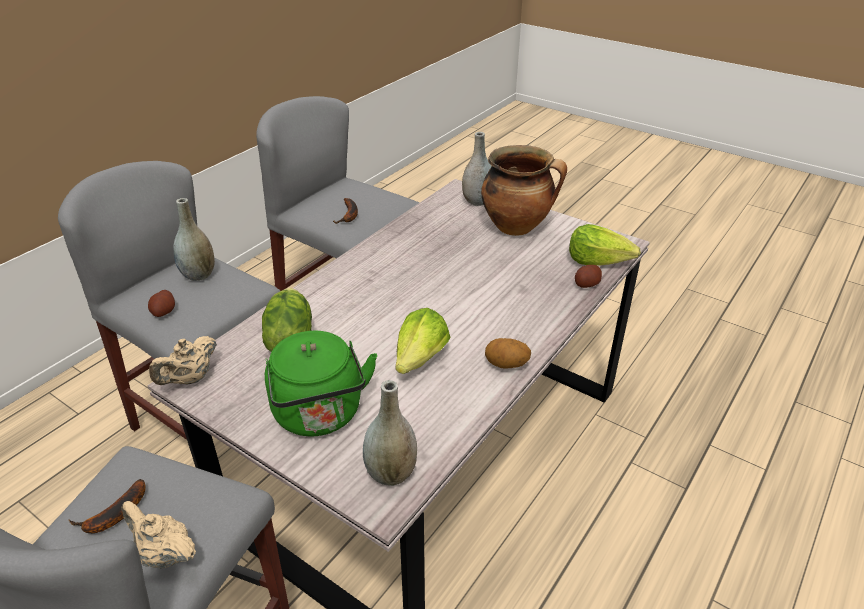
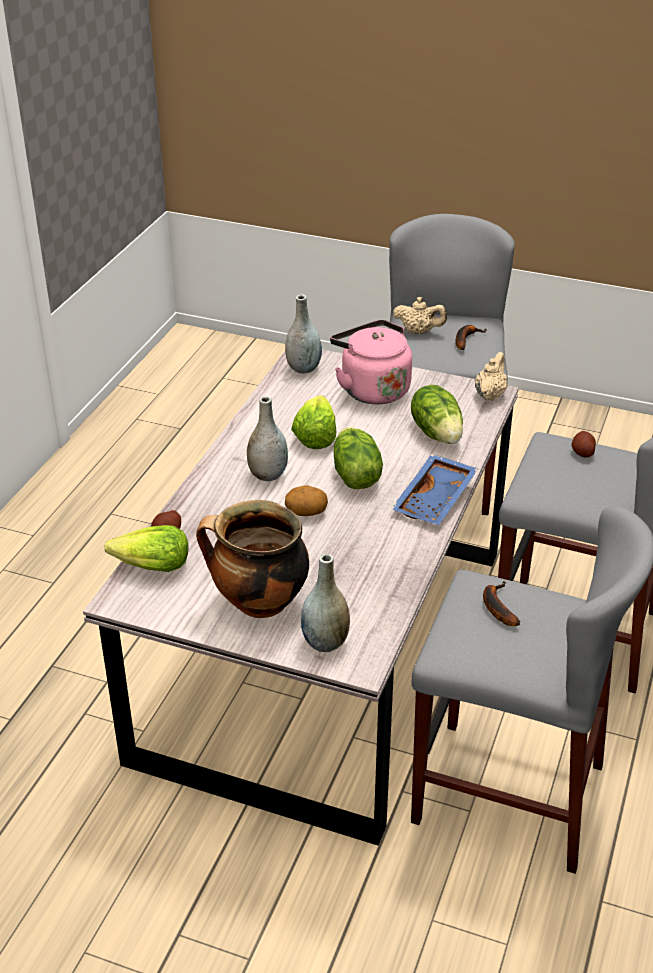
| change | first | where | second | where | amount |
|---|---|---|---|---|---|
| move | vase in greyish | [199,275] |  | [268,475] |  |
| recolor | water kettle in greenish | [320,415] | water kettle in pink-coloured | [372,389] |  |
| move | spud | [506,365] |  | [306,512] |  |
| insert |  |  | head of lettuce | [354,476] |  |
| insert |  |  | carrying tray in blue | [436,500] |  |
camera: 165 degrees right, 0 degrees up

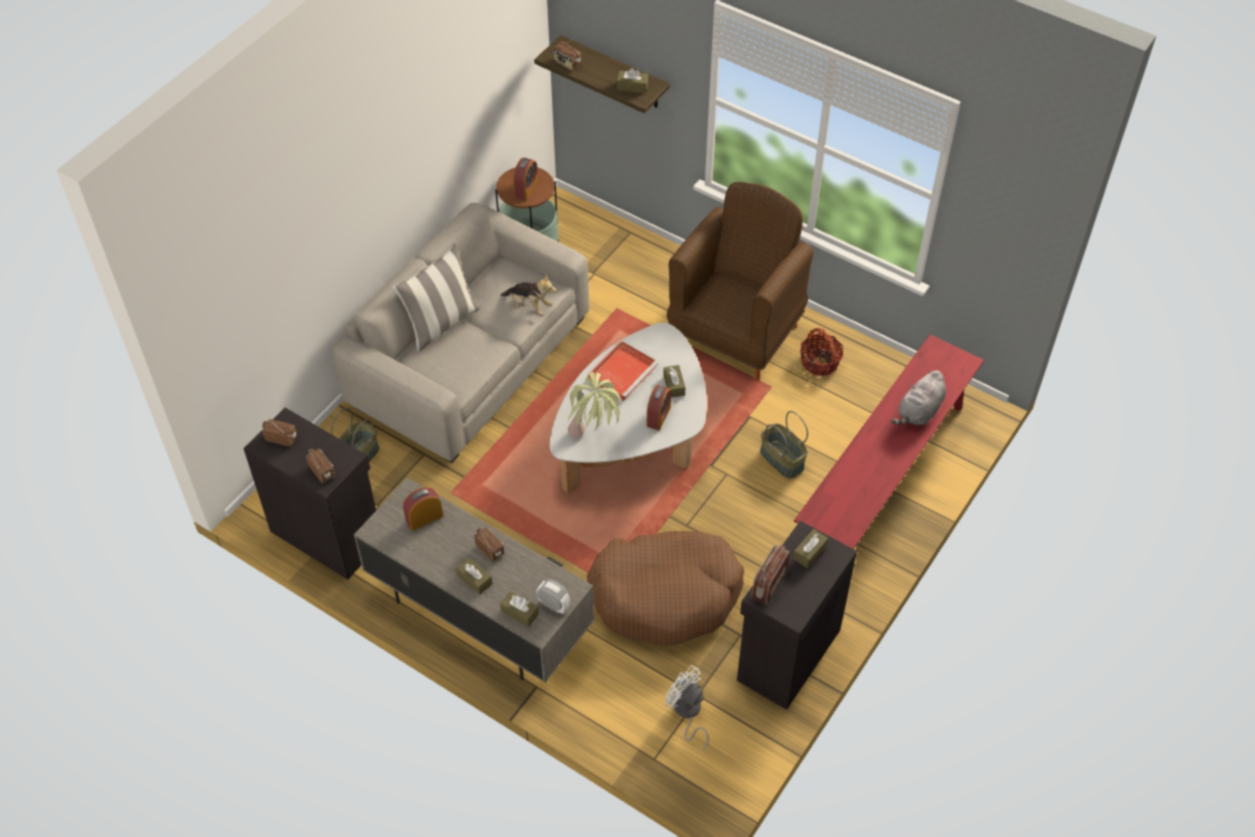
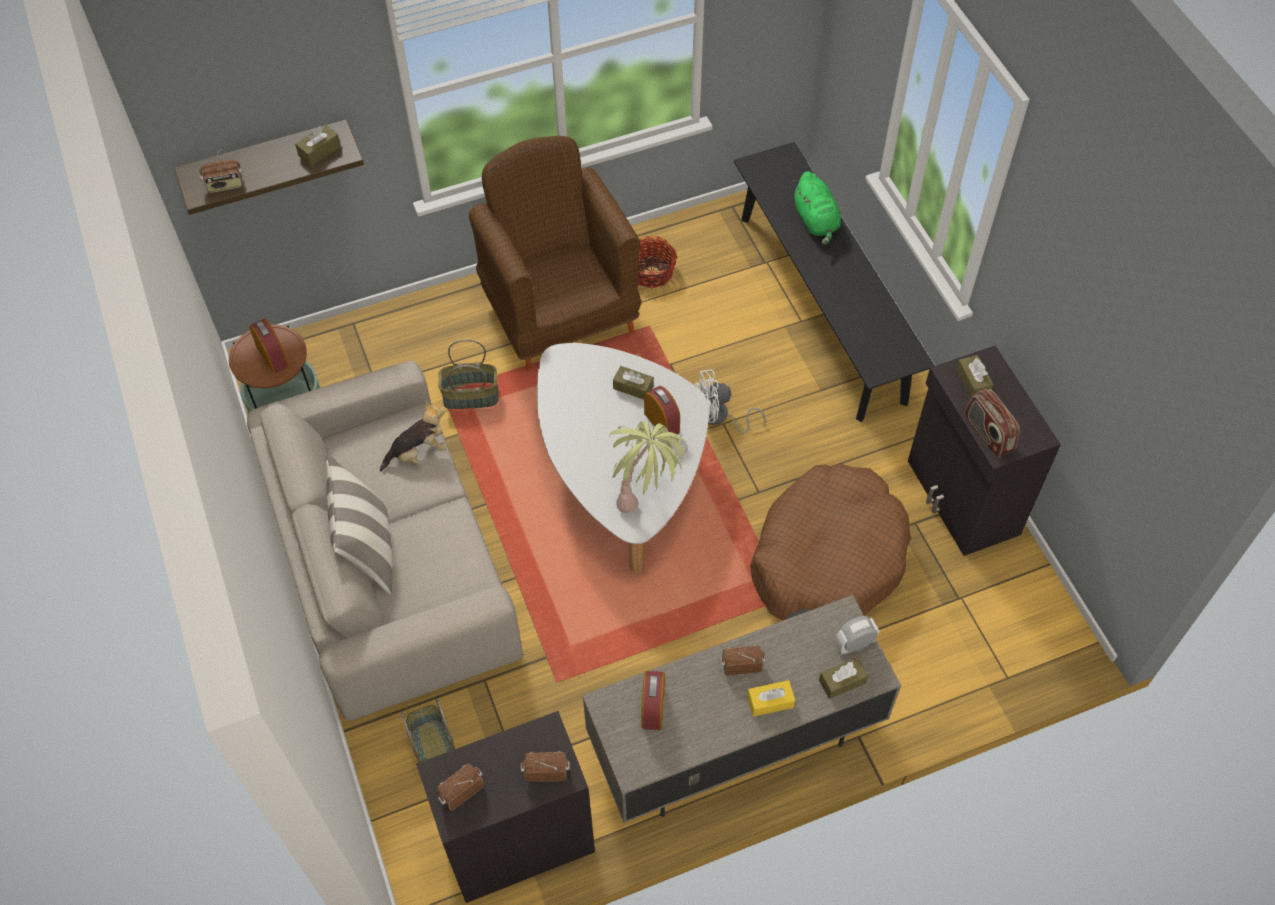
| change | first | where | second | where | amount |
|---|---|---|---|---|---|
| recolor | indoor bench in red | [883,478] | indoor bench in blackish | [821,307] |  |
| delete | carrying tray in red | [622,371] |  |  |  |
| recolor | soft toy in greyish | [919,412] | soft toy in greenish | [816,221] |  |
| move | household basket | [781,459] |  | [470,397] |  |
| recolor | box of tissues in brown-coloured | [474,579] | box of tissues in yellowish | [770,702] |  |
| move | electric fan in white | [687,713] |  | [719,417] |  |
camera: 55 degrees left, 5 degrees up

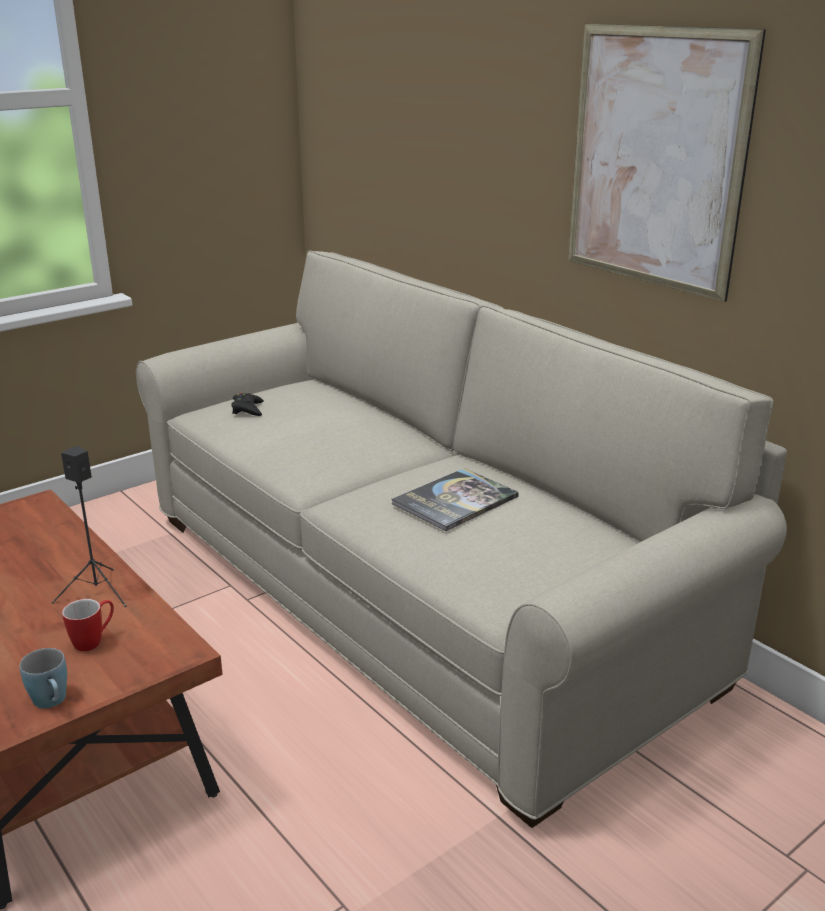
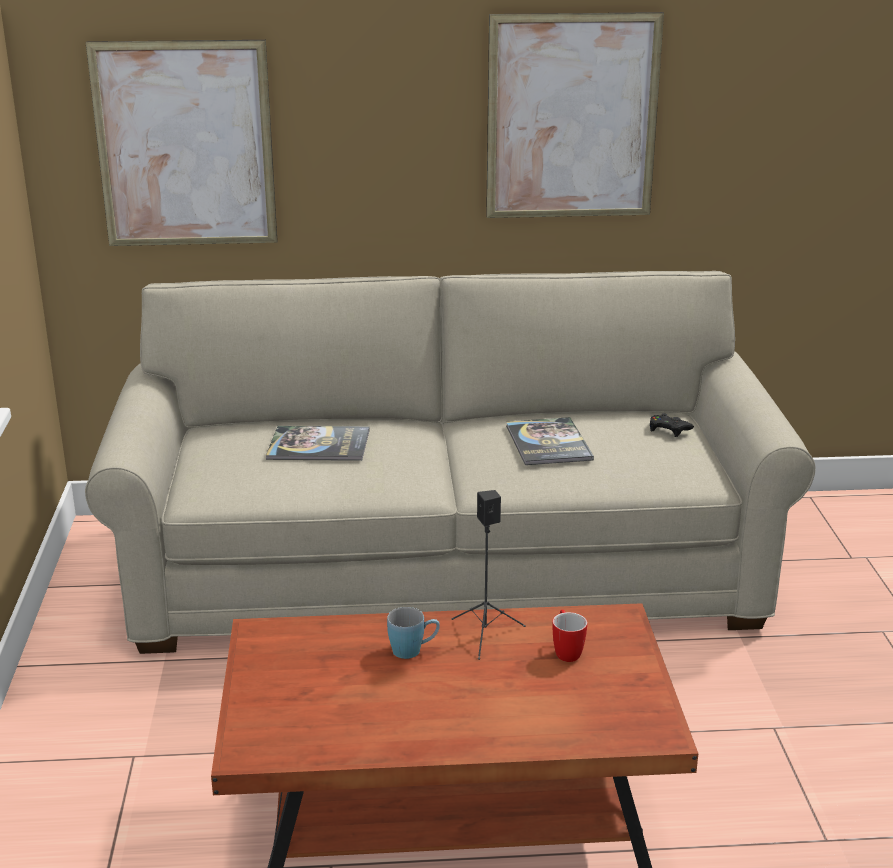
| change | first | where | second | where | amount |
|---|---|---|---|---|---|
| move | game controller in blackish | [247,409] |  | [668,429] |  |
| move | mug in blue | [52,702] |  | [413,650] |  |
| insert |  |  | wall art | [185,145] |  |
| insert |  |  | volume | [319,445] |  |
camera: 55 degrees left, 0 degrees up

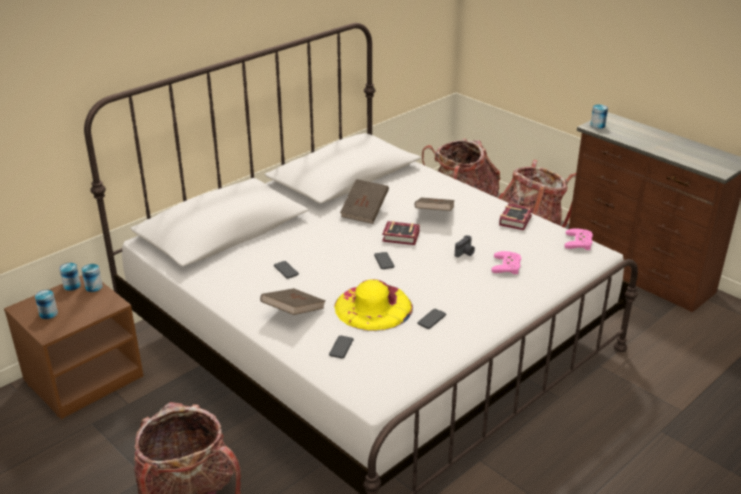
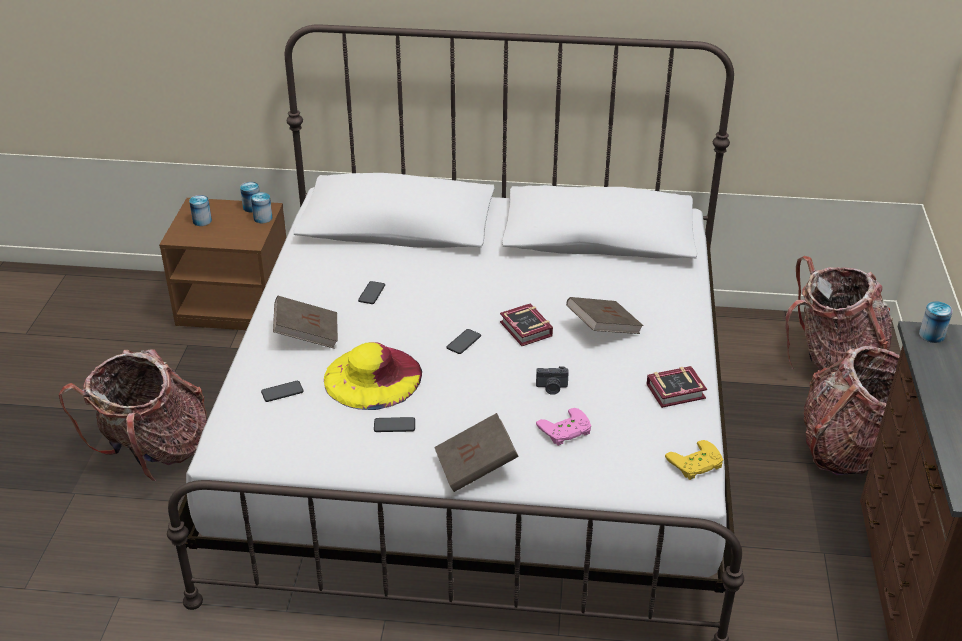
| change | first | where | second | where | amount |
|---|---|---|---|---|---|
| move | volume in brown-coloured | [364,212] |  | [476,467] |  |
| recolor | game controller in pink-coloured | [580,242] | game controller in yellowish | [696,465] |  |
camera: 50 degrees right, 5 degrees up

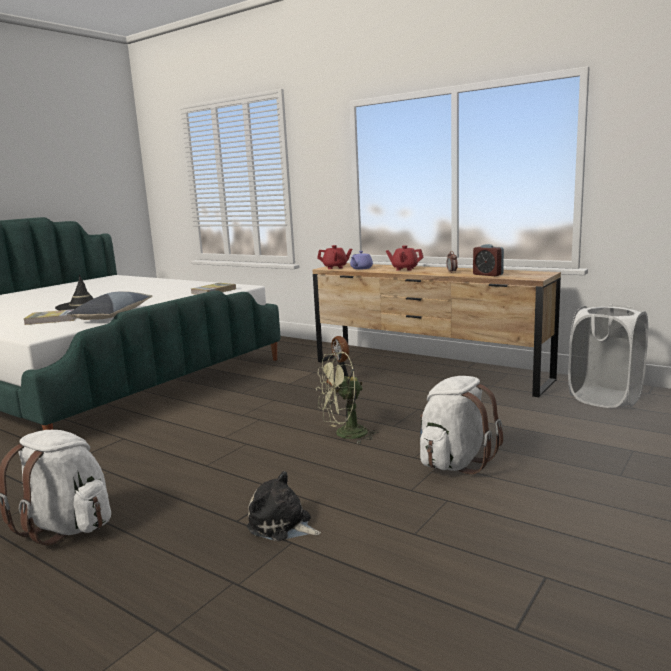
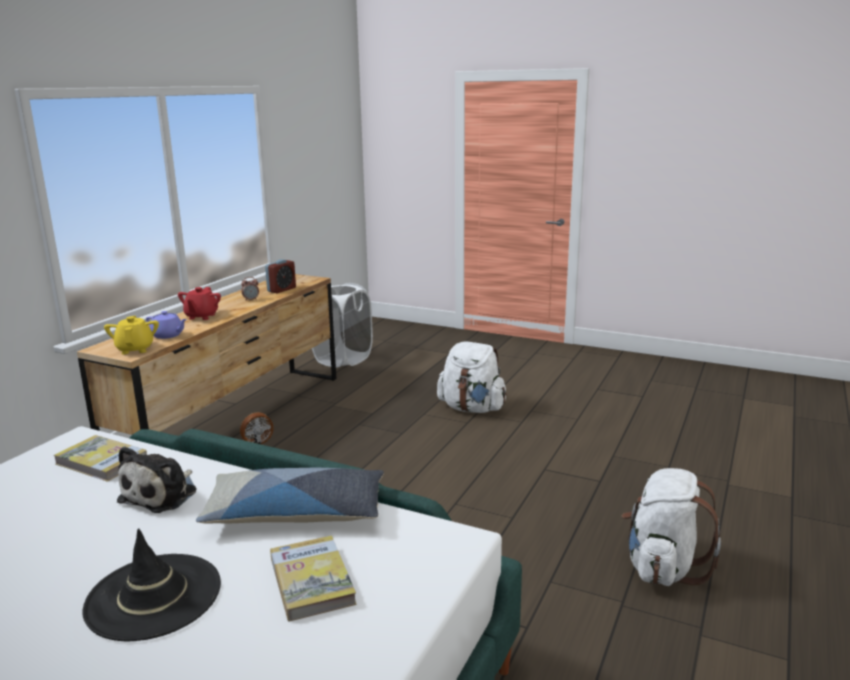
| change | first | where | second | where | amount |
|---|---|---|---|---|---|
| recolor | tea pot in red | [335,267] | tea pot in yellowish | [135,349] |  |
| delete | electric fan in greenish | [345,435] |  |  |  |
| move | soft toy | [282,525] |  | [162,494] |  |
camera: 100 degrees left, 5 degrees up

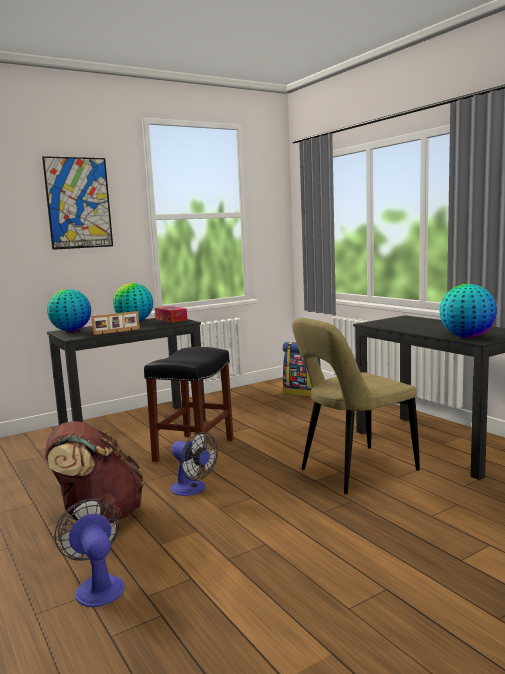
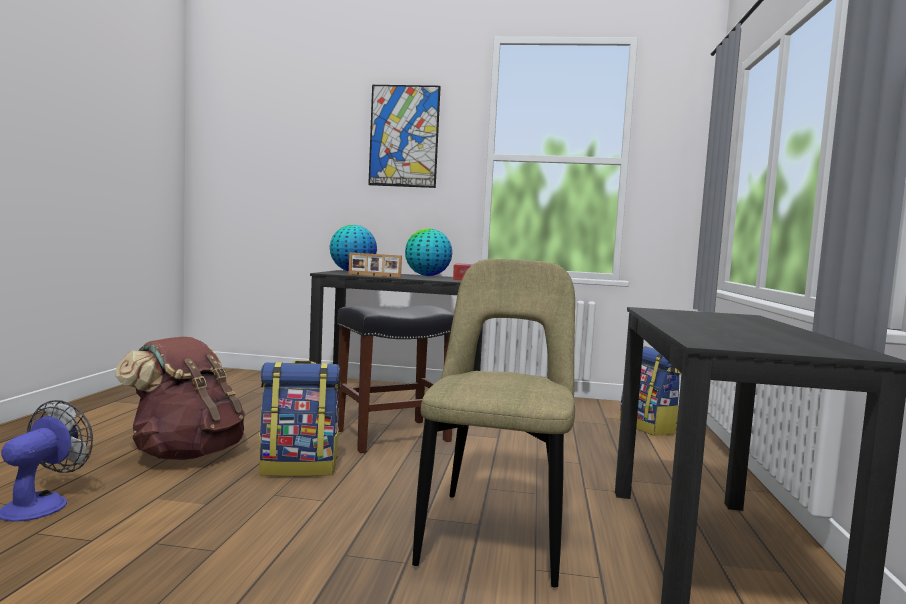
| change | first | where | second | where | amount |
|---|---|---|---|---|---|
| delete | desk globe | [466,337] |  |  |  |
| rotate | chair in beige | [354,471] |  | [496,532] | 90 degrees clockwise |
| replace | electric fan | [193,489] | knapsack | [299,467] |  |
camera: 40 degrees right, 5 degrees down

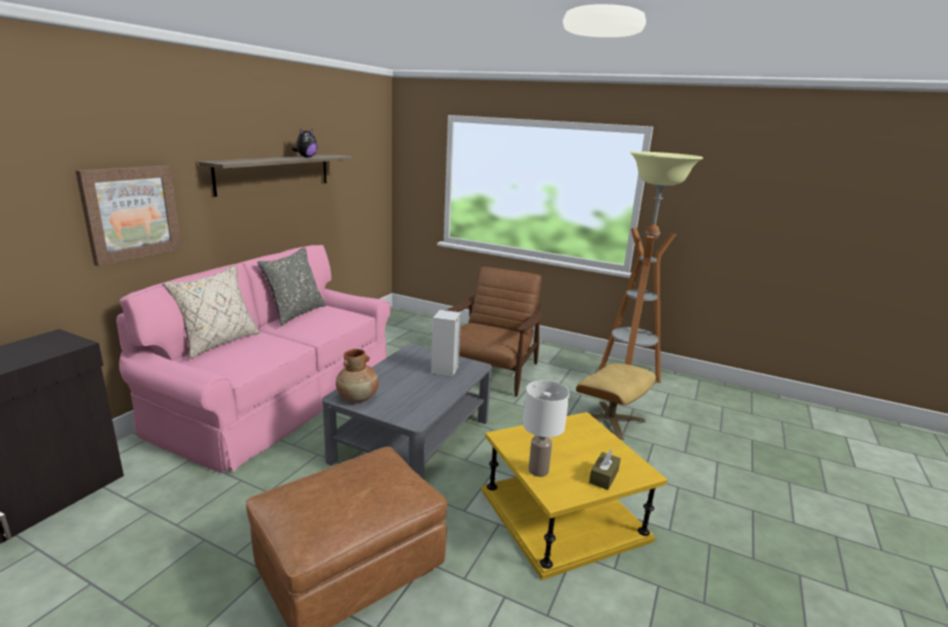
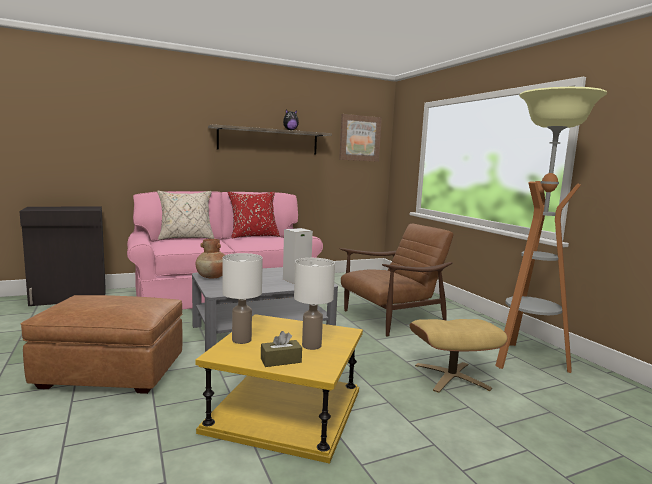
| change | first | where | second | where | amount |
|---|---|---|---|---|---|
| move | wall art | [131,213] |  | [359,138] |  |
| recolor | cushion in greyish | [295,313] | cushion in red | [253,236] |  |
| insert |  |  | lamp for a table in white | [312,346] |  |
camera: 40 degrees right, 10 degrees down

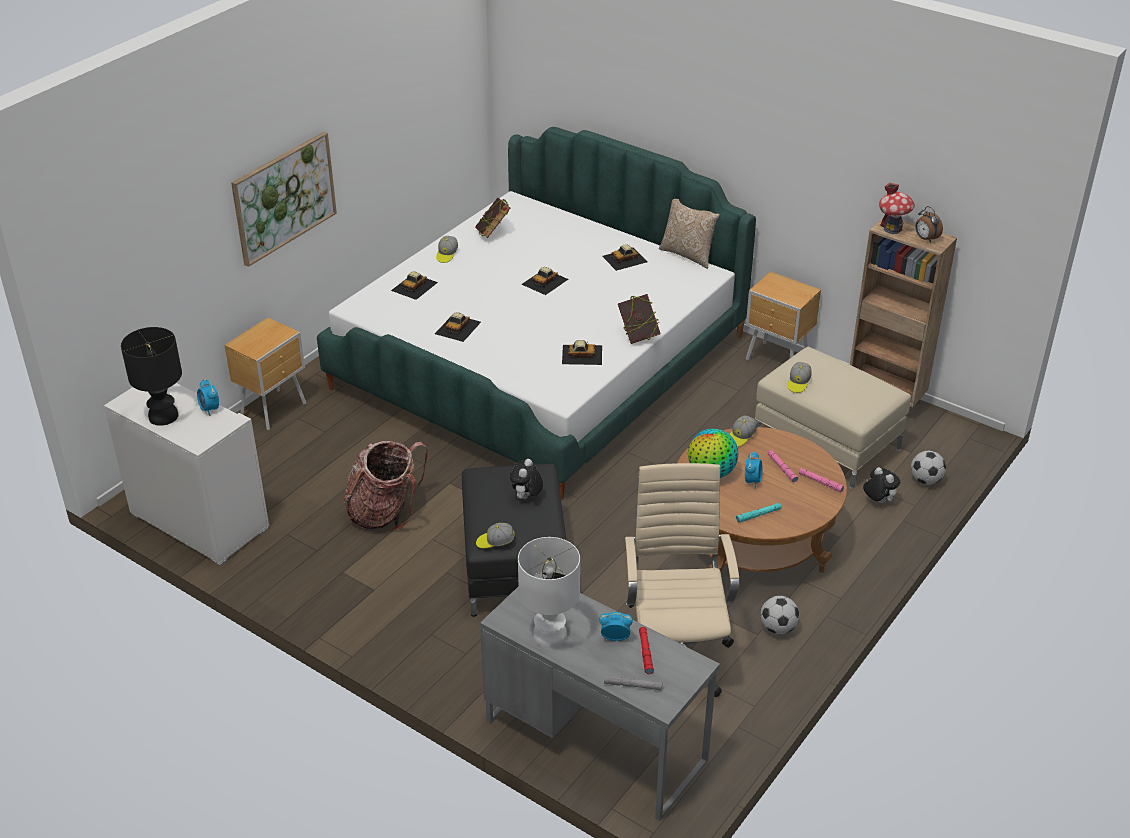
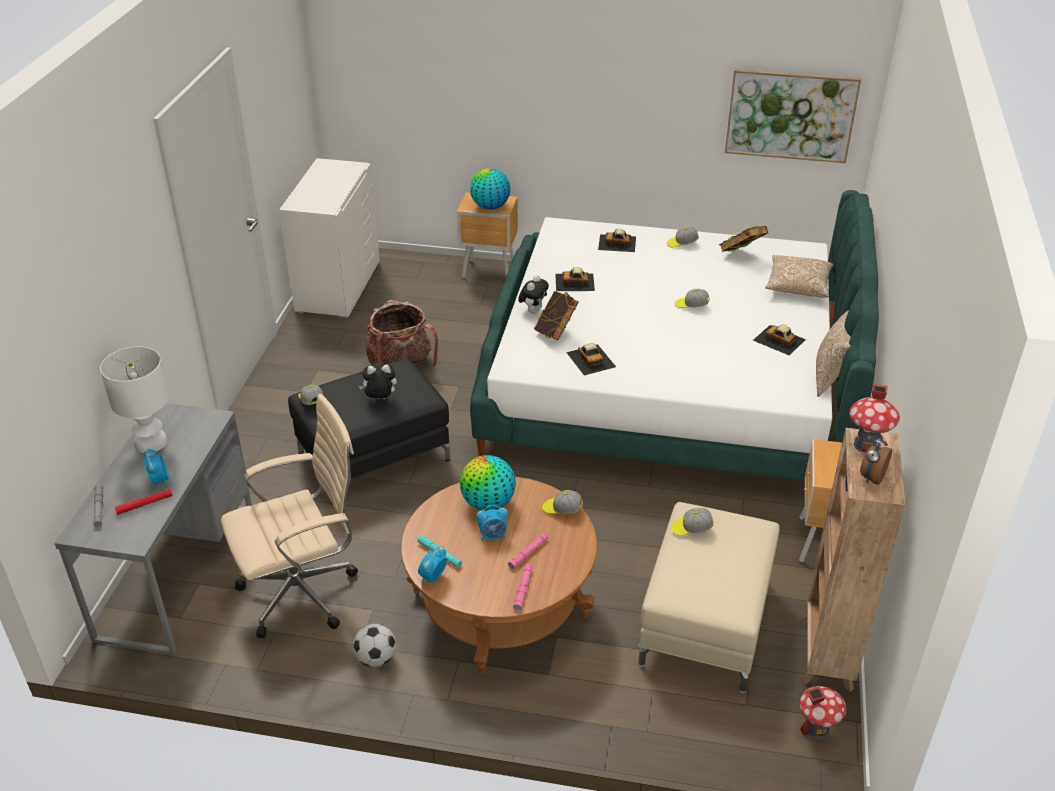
| change | first | where | second | where | amount |
|---|---|---|---|---|---|
| move | wall art | [284,197] |  | [790,115] |  |
| replace | toy car | [545,281] | baseball cap | [691,305] |  |
| move | volume | [638,336] |  | [555,333] |  |
| delete | lamp for a table in blackish | [164,416] |  |  |  |
| move | bedside clock | [210,409] |  | [432,577] |  |
| delete | ball for football | [925,480] |  |  |  |
| move | soft toy | [878,501] |  | [533,311] |  |
| insert |  |  | desk globe | [490,207] |  |
| insert |  |  | cushion | [798,286] |  |
| insert |  |  | miniature house | [817,728] |  |
camera: 65 degrees right, 0 degrees up

